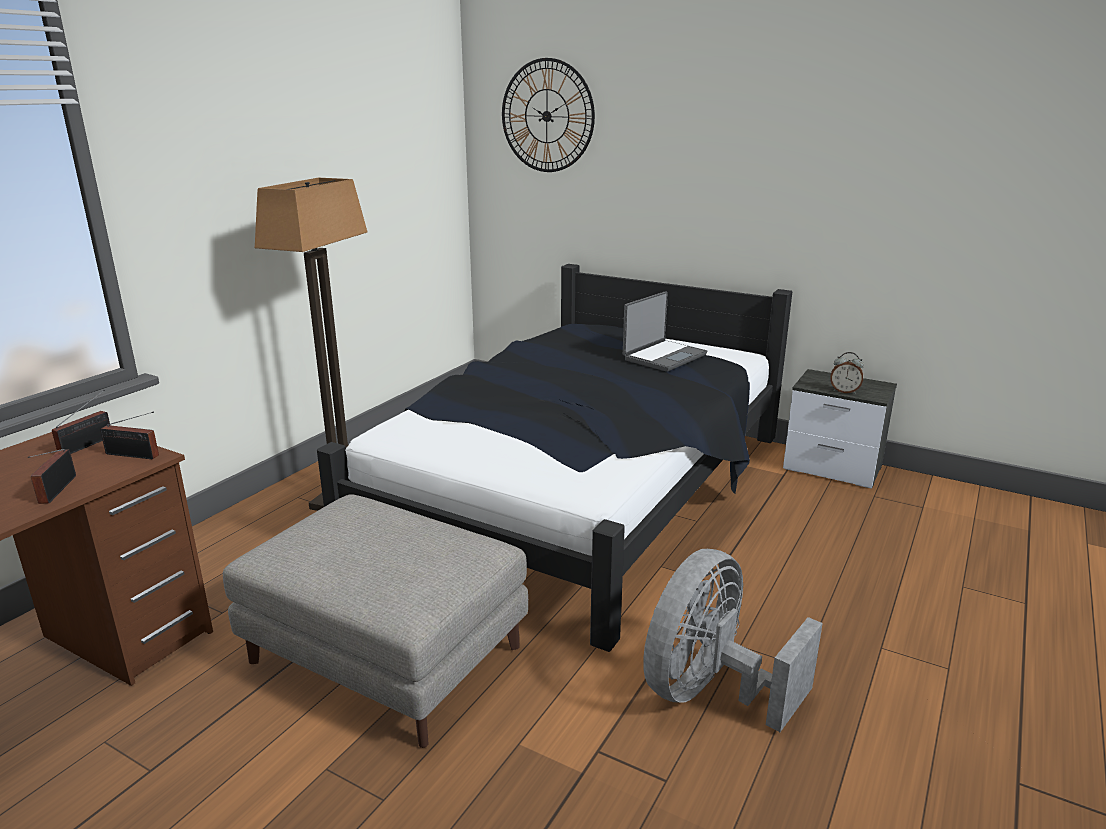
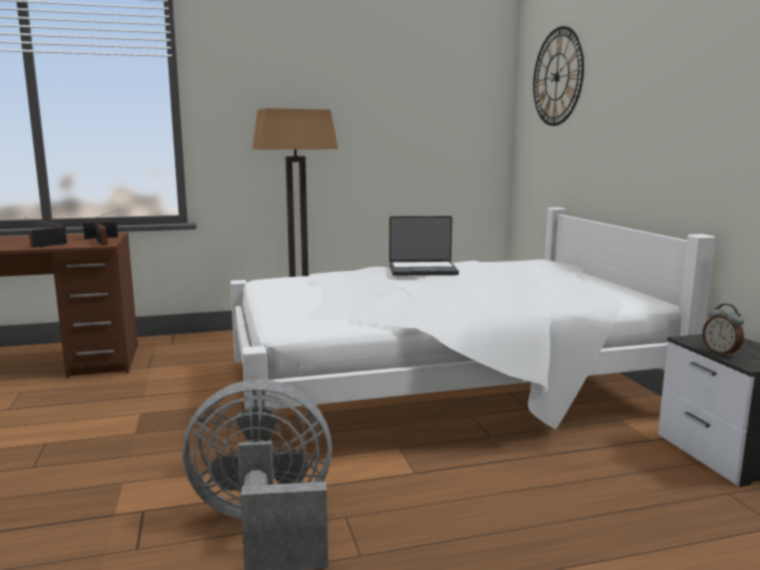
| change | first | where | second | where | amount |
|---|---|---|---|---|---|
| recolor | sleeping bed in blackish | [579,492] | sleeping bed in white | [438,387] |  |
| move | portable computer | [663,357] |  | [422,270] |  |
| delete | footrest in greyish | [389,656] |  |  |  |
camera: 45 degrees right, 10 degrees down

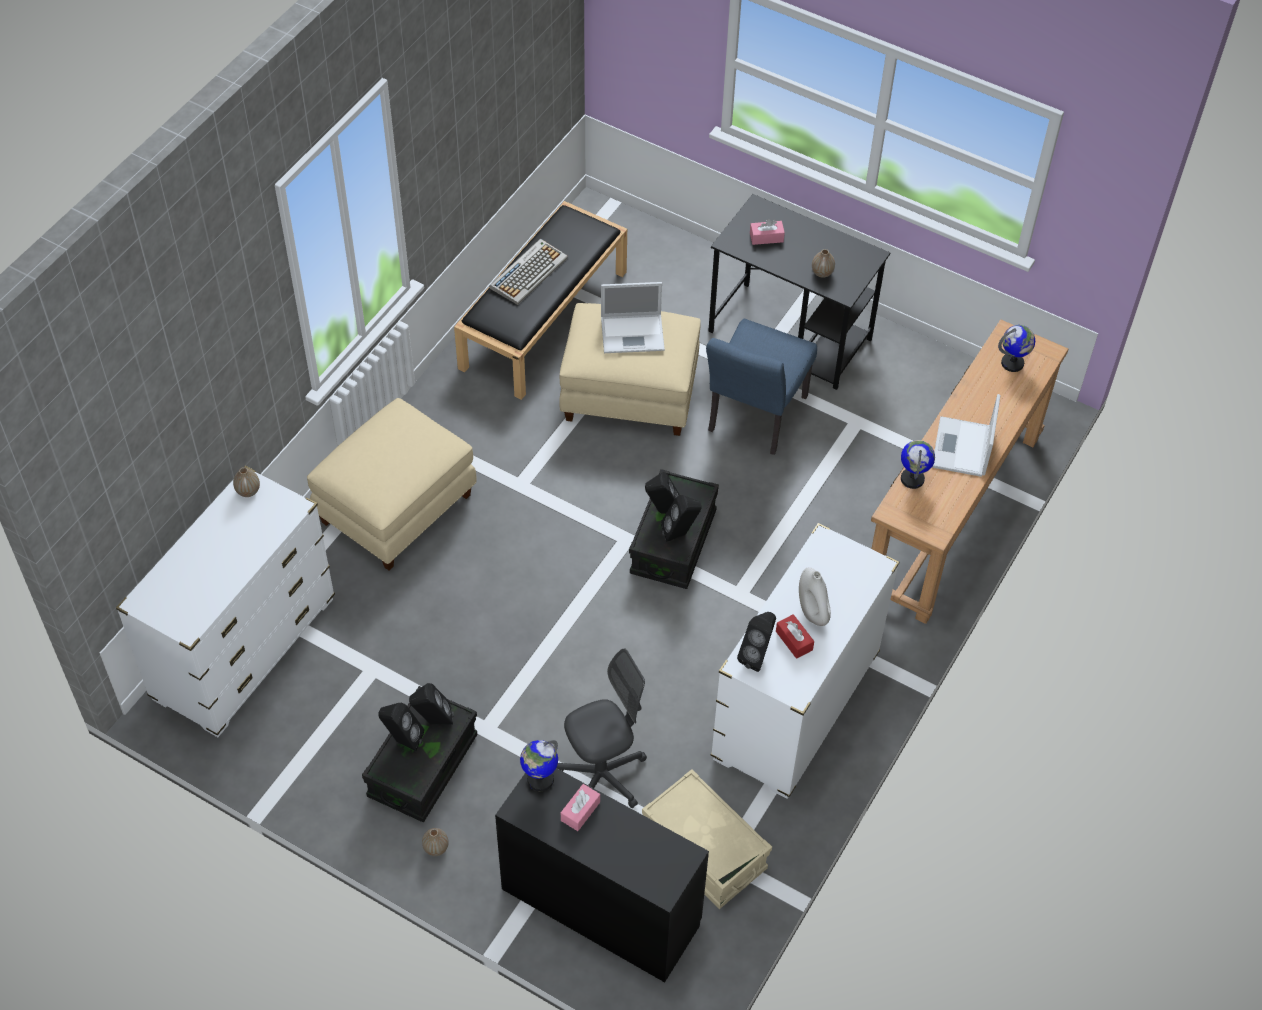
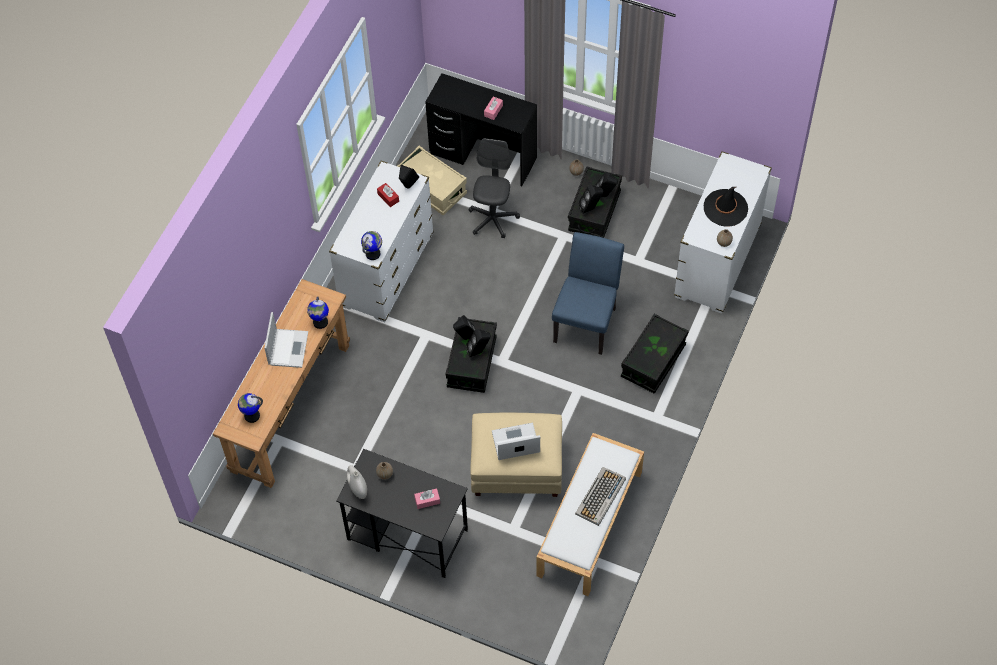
| change | first | where | second | where | amount |
|---|---|---|---|---|---|
| recolor | indoor bench in blackish | [543,318] | indoor bench in white | [590,524] |  |
| move | chair in blue | [753,419] |  | [587,320] |  |
| replace | footrest in beige | [397,510] | storage bin in blackish | [653,361] |  |
| move | vase in white | [812,612] |  | [358,489] |  |
| rotate | desk chair in greyish | [603,776] |  | [493,219] | 135 degrees clockwise |
| move | desk globe | [540,779] |  | [373,254] |  |
| insert |  |  | hat in blackish | [725,208] |  |
camera: 175 degrees right, 5 degrees up

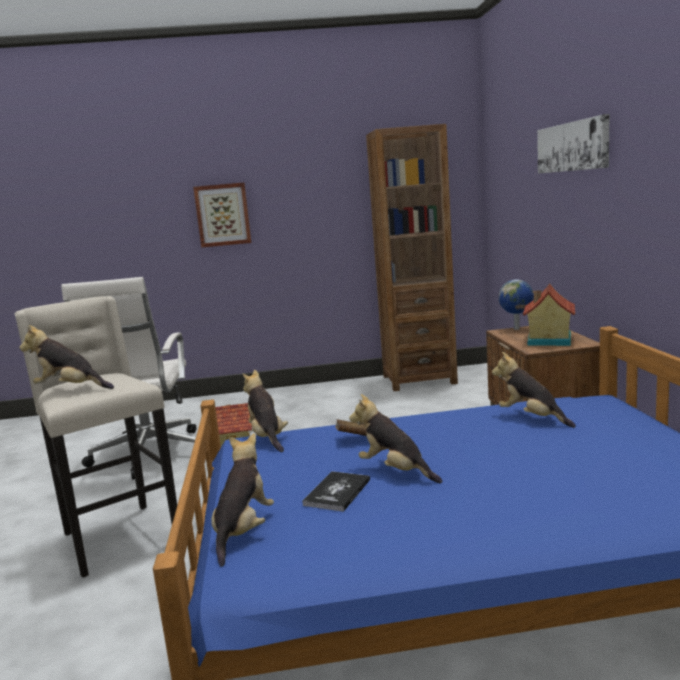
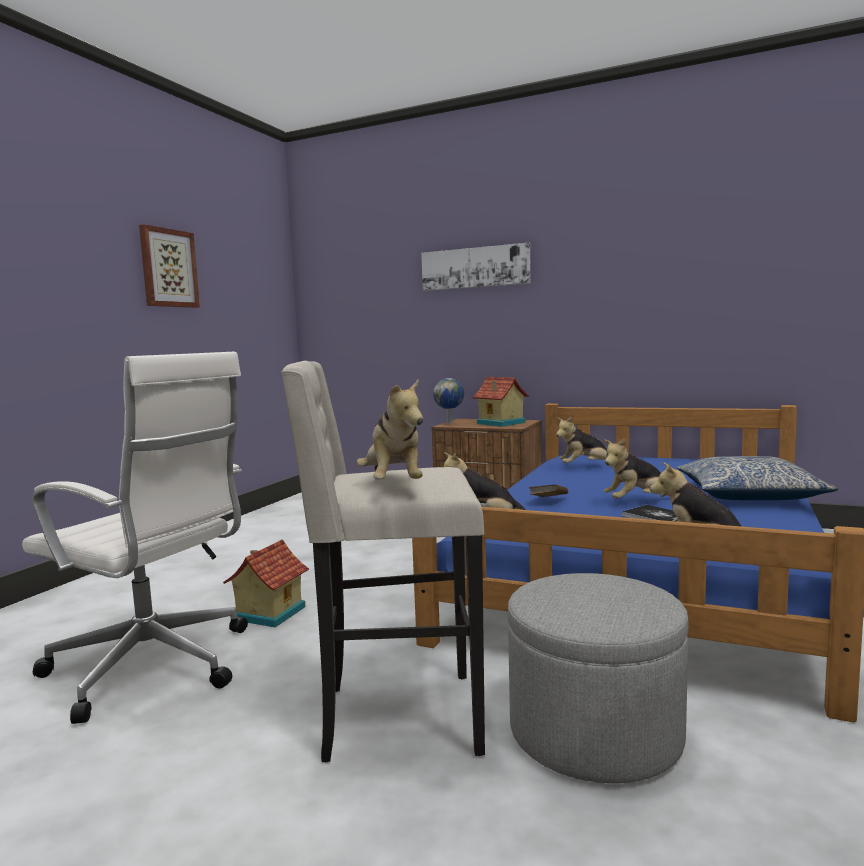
| change | first | where | second | where | amount |
|---|---|---|---|---|---|
| delete | bookshelf in brown-coloured | [419,379] |  |  |  |
| move | wall art | [223,215] |  | [168,268] |  |
| rotate | soft toy | [70,389] |  | [393,484] | 60 degrees counterclockwise |
| insert |  |  | cushion | [748,495] |  |
| insert |  |  | footrest in greyish | [595,732] |  |
camera: 60 degrees left, 5 degrees down

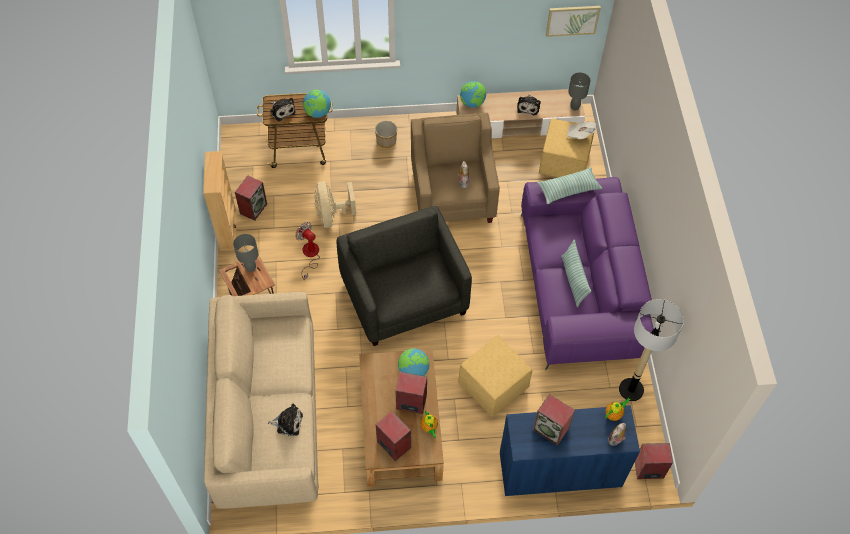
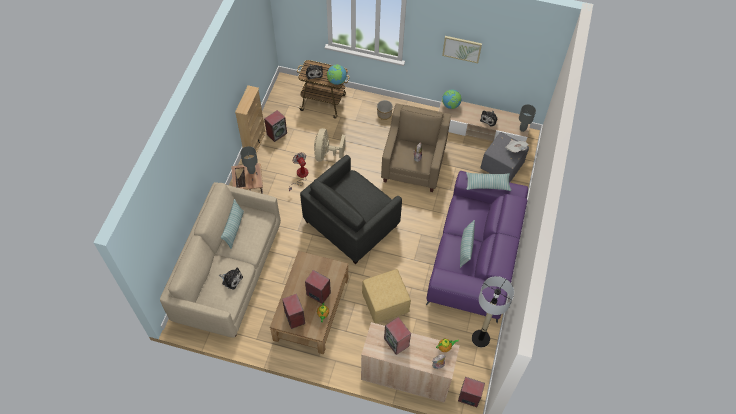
| change | first | where | second | where | amount |
|---|---|---|---|---|---|
| move | wall art | [572,20] |  | [462,48] |  |
| recolor | footrest in yellowish | [564,163] | footrest in greyish | [502,166] |  |
| rotate | lounge chair in greyish | [404,296] |  | [351,223] | 135 degrees counterclockwise |
| delete | desk globe | [413,371] |  |  |  |
| recolor | cupboard in blue | [560,469] | cupboard in beige | [406,375] |  |
| insert |  |  | cushion | [234,229] |  |
camera: 20 degrees right, 0 degrees up

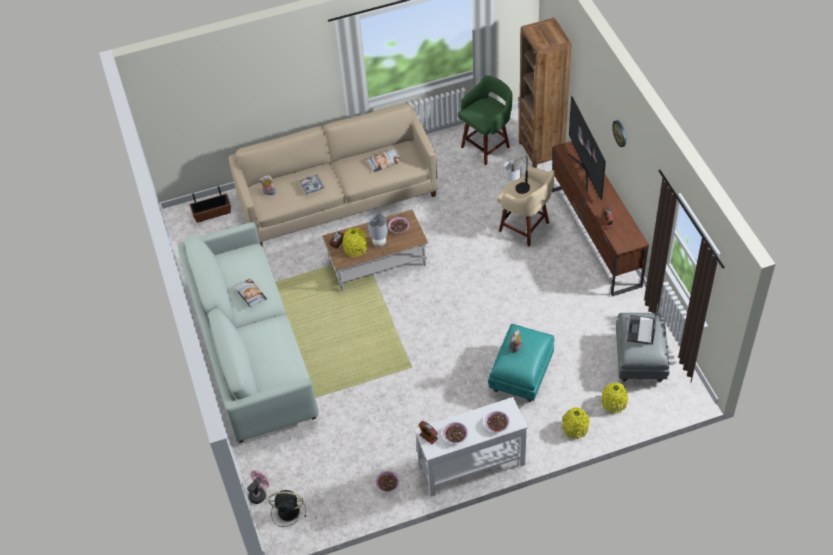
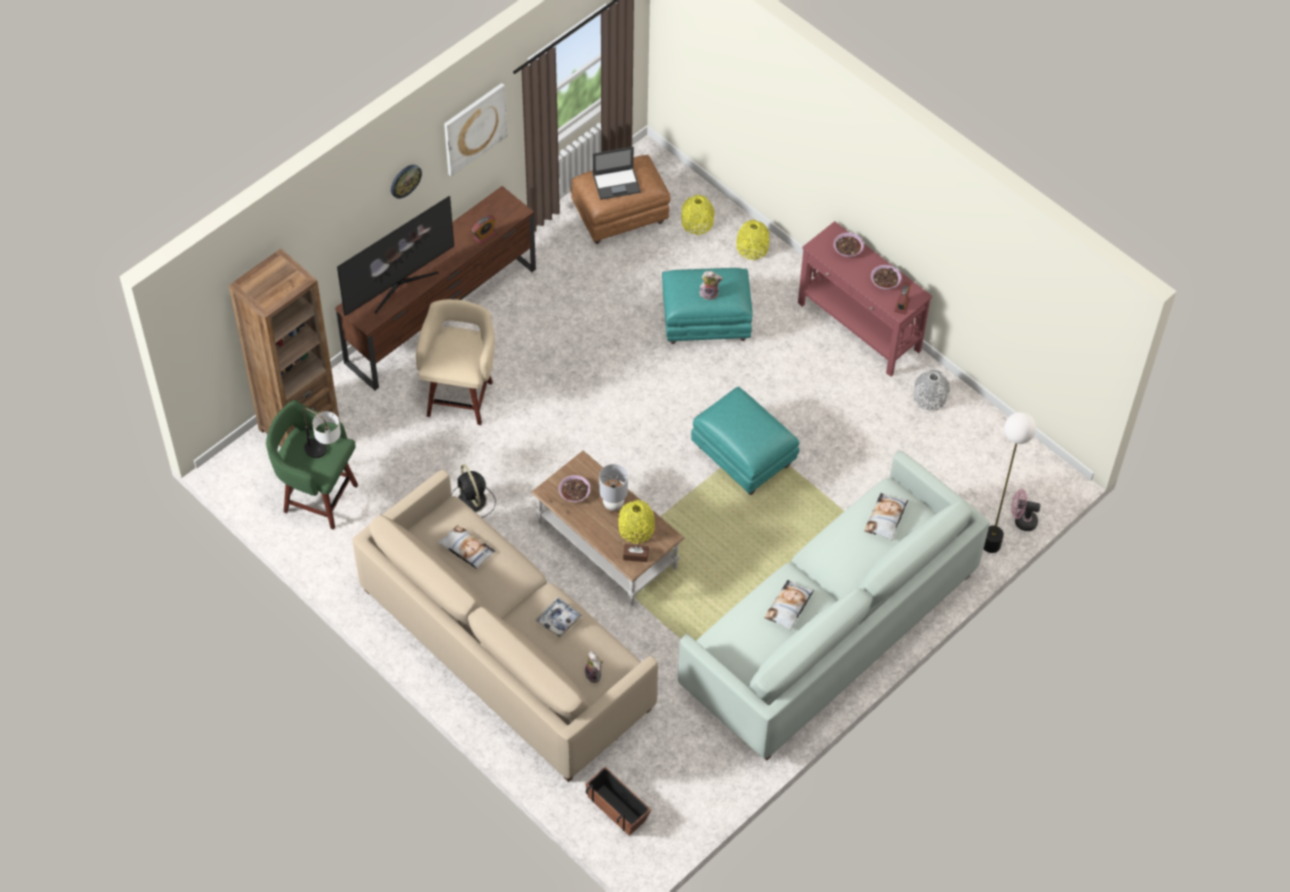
| change | first | where | second | where | amount |
|---|---|---|---|---|---|
| move | lamp for a table | [516,191] |  | [324,454] |  |
| recolor | footrest in greyish | [640,359] | footrest in brown-coloured | [620,215] |  |
| recolor | hall table in white | [471,466] | hall table in red | [859,327] |  |
| replace | deep dish | [388,484] | vase in greyish | [930,398] |  |
| move | electric fan in blackish | [287,511] |  | [472,502] |  |
| insert |  |  | wall art | [474,128] |  |
| insert |  |  | footrest in turquoise-coloured | [744,457] |  |
| insert |  |  | standing lamp | [991,545] |  |
| insert |  |  | cushion | [886,519] |  |
camera: 120 degrees left, 5 degrees up

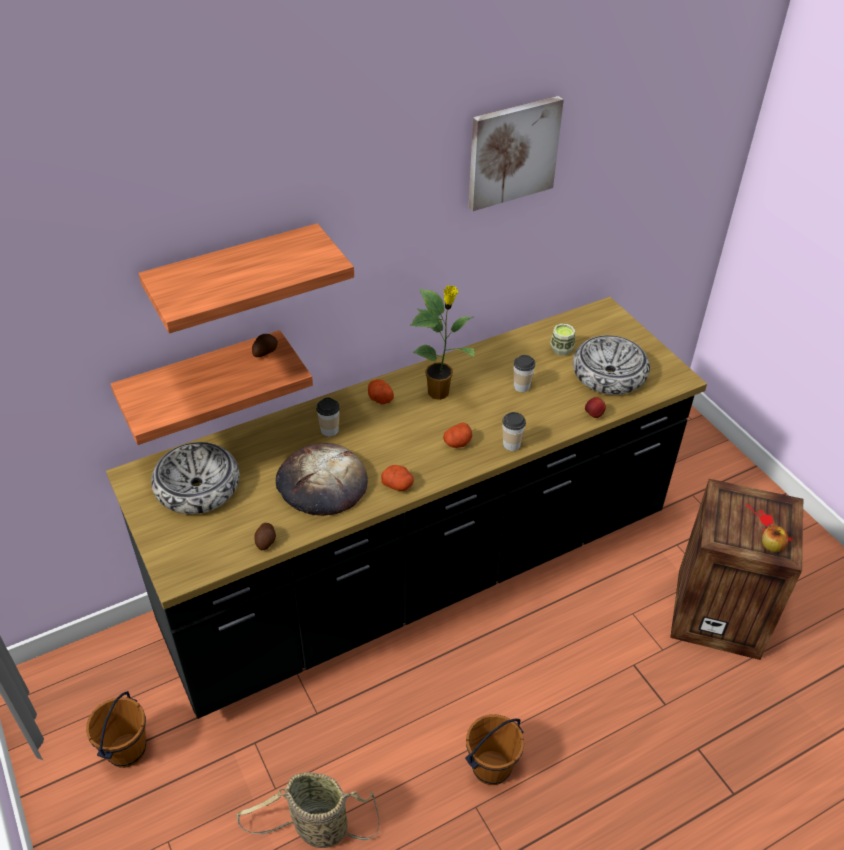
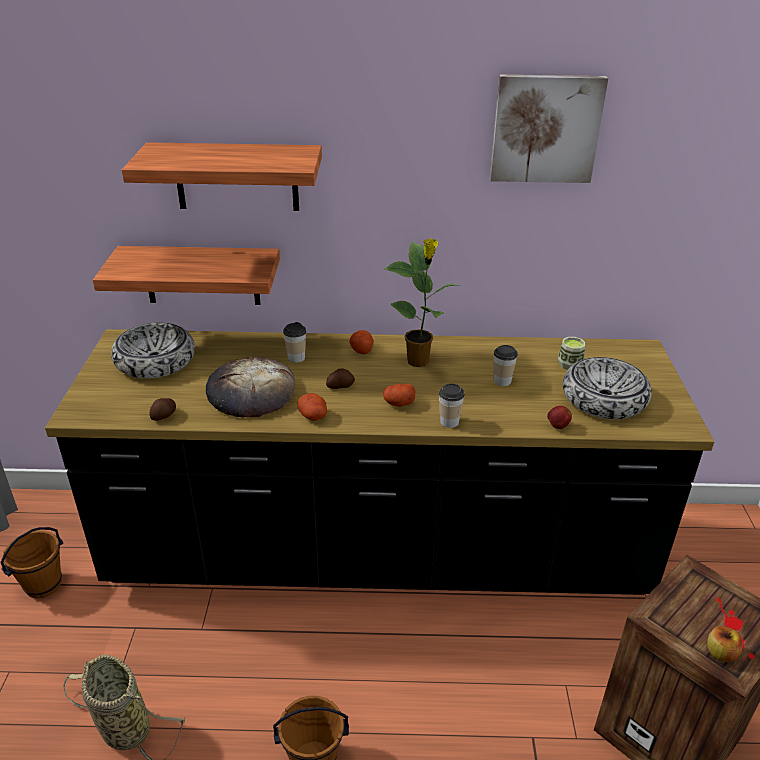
| change | first | where | second | where | amount |
|---|---|---|---|---|---|
| move | spud | [264,351] |  | [340,386] |  |
camera: 30 degrees right, 10 degrees down

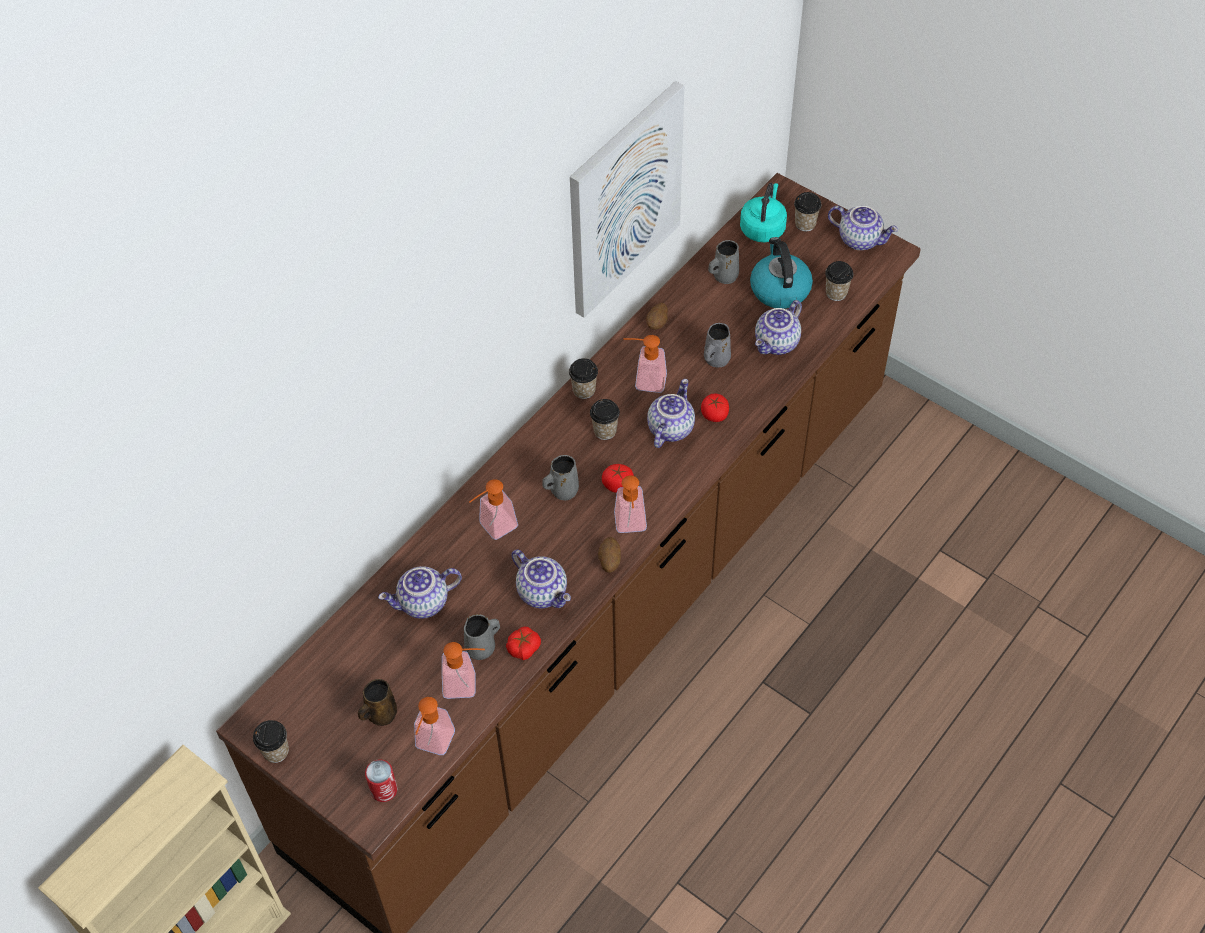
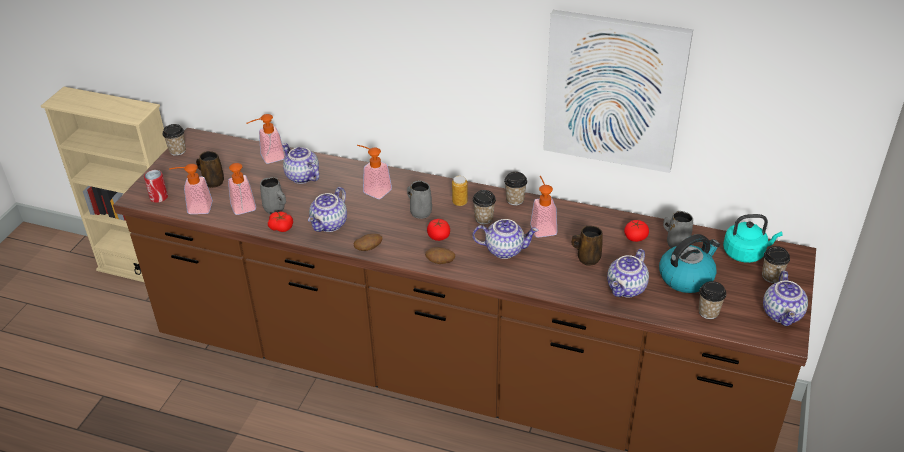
| change | first | where | second | where | amount |
|---|---|---|---|---|---|
| rotate | tea pot | [777,344] |  | [627,289] | 75 degrees counterclockwise |
| move | spud | [657,323] |  | [440,262] |  |
| recolor | mug in greyish | [716,359] | mug in brown-coloured | [587,258] |  |
| move | fresh tomato | [714,414] |  | [635,237] |  |
| move | soap dispenser | [631,526] |  | [268,158] |  |
| insert |  |  | metal can | [459,202] |  |
camera: 70 degrees right, 15 degrees down

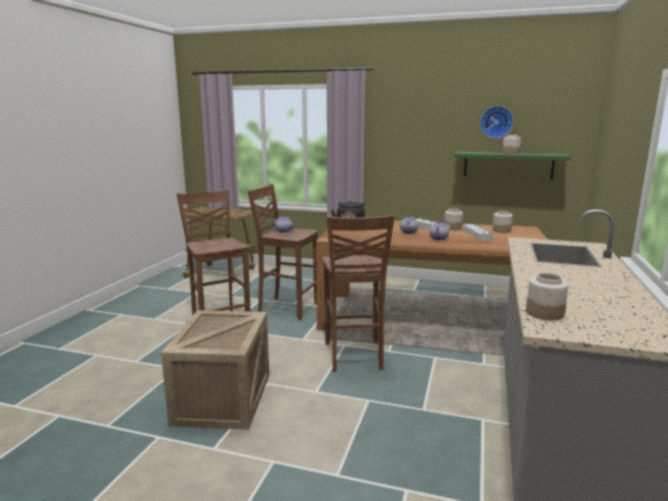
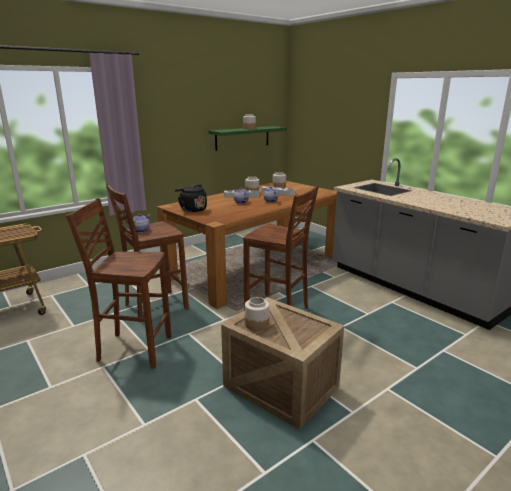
| change | first | where | second | where | amount |
|---|---|---|---|---|---|
| delete | wall clock | [496,122] |  |  |  |
| move | storage jar | [545,313] |  | [257,324] |  |
camera: 55 degrees left, 5 degrees up

